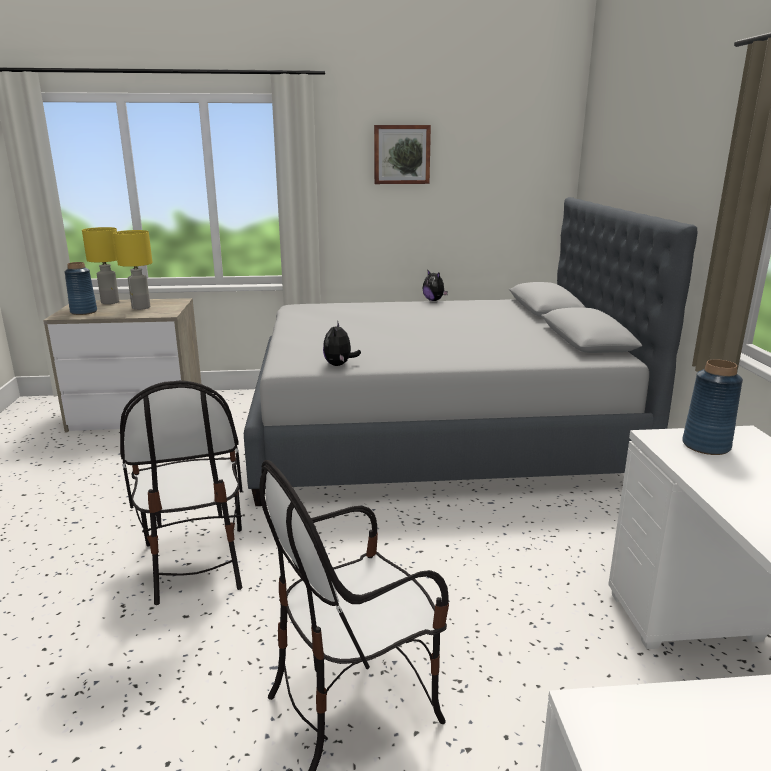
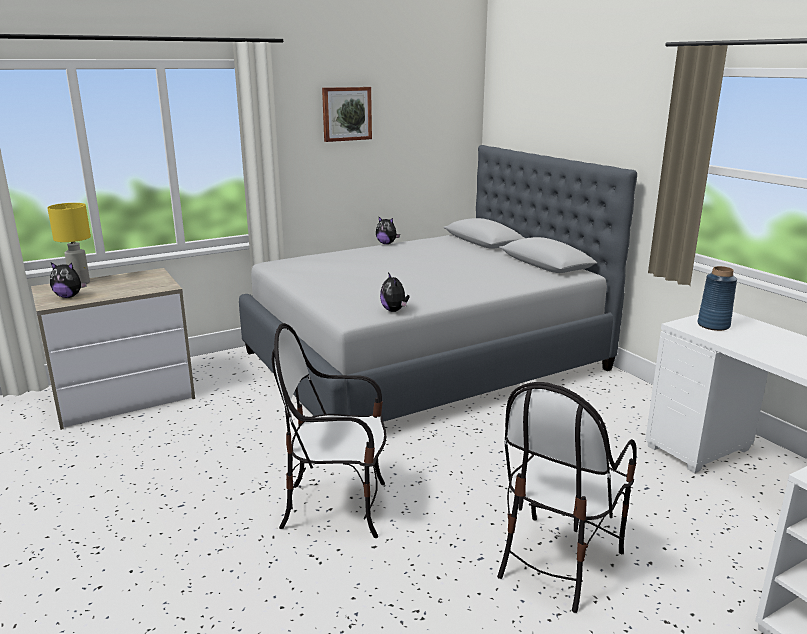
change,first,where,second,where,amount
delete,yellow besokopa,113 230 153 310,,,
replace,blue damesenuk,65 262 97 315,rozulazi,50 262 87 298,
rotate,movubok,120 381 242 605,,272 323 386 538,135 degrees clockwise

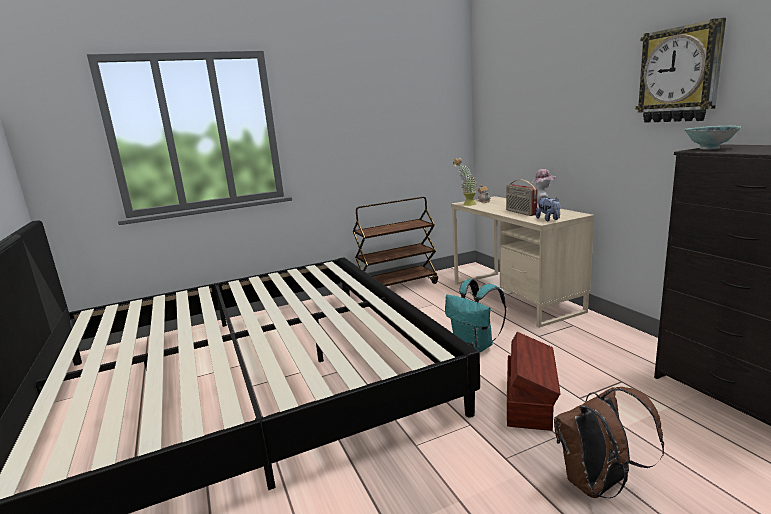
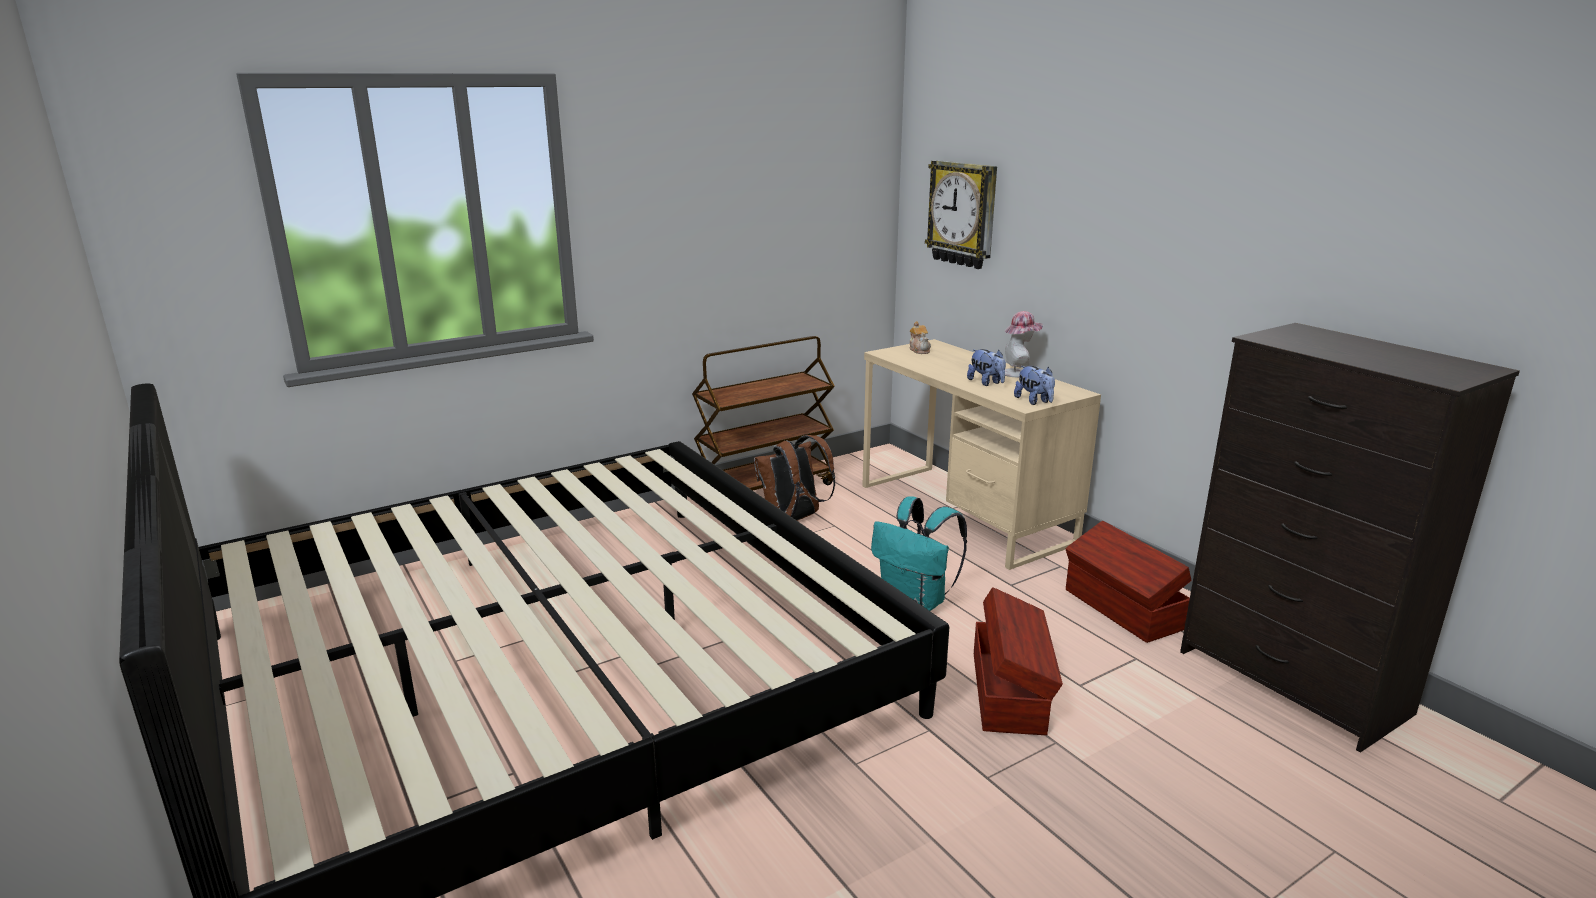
change,first,where,second,where,amount
delete,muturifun,453 158 477 206,,,
delete,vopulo,684 126 741 149,,,
insert,,,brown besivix,1065 521 1191 643,
move,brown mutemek,554 387 664 498,,754 435 835 521,
move,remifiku,636 18 726 123,,925 160 997 269,
replace,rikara,506 179 537 216,rozulazi,967 349 1006 386,

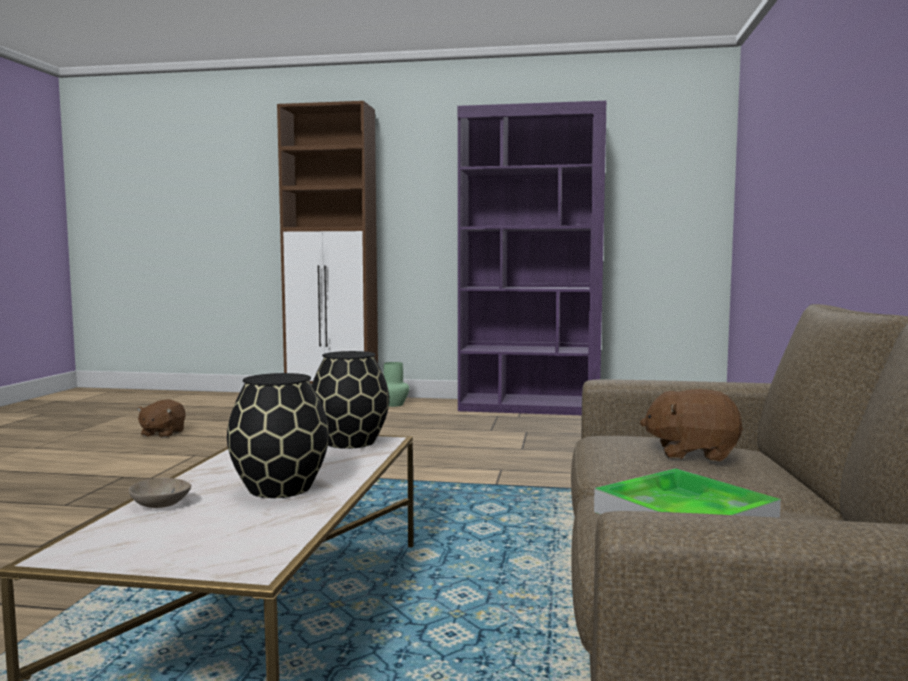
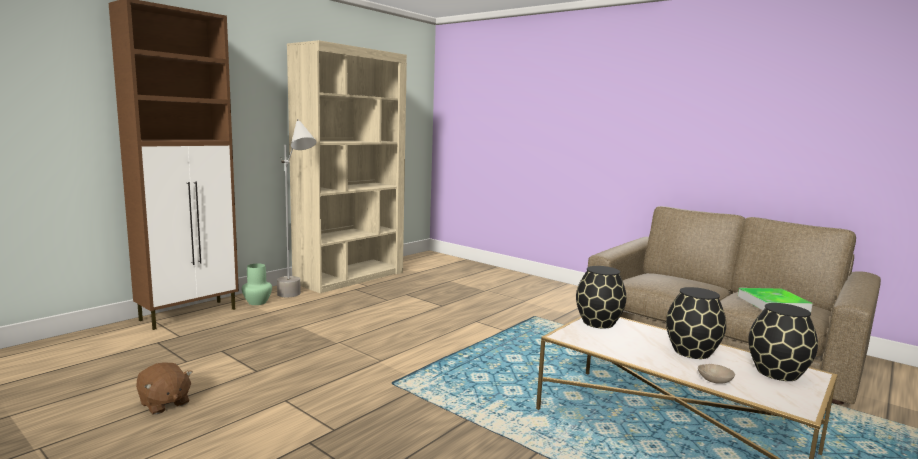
change,first,where,second,where,amount
delete,brown rozulazi,640 389 743 462,,,
insert,,,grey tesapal,277 119 316 297,
insert,,,black damesenuk,748 303 818 381,
recolor,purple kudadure,458 101 607 415,beige kudadure,287 40 407 293,

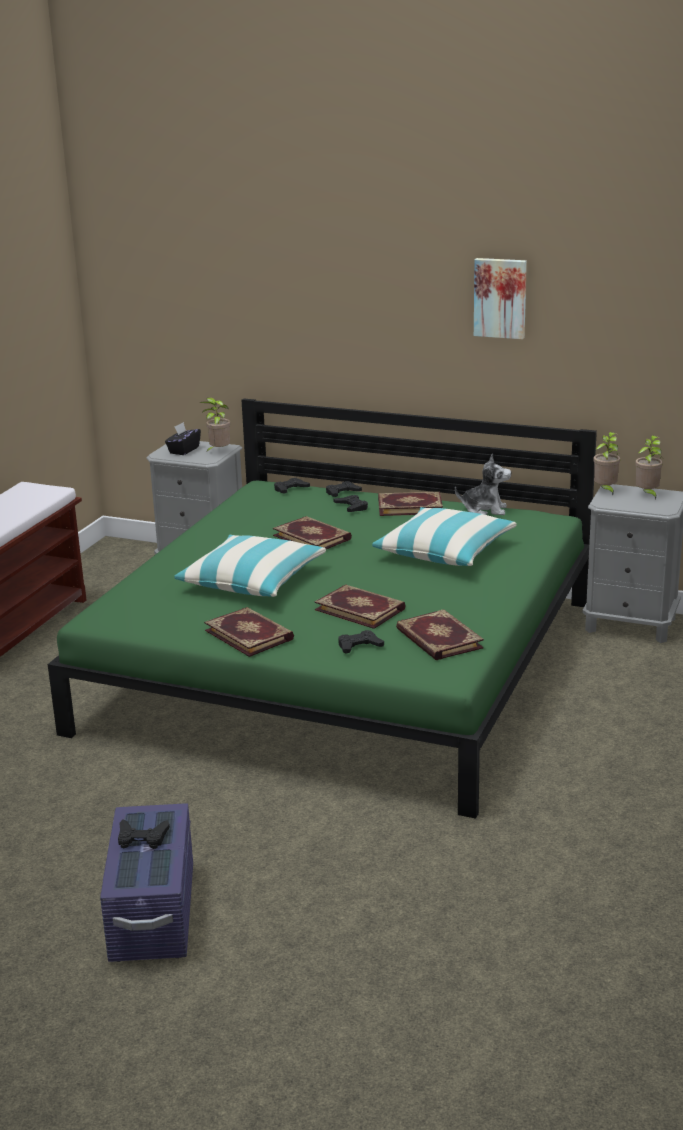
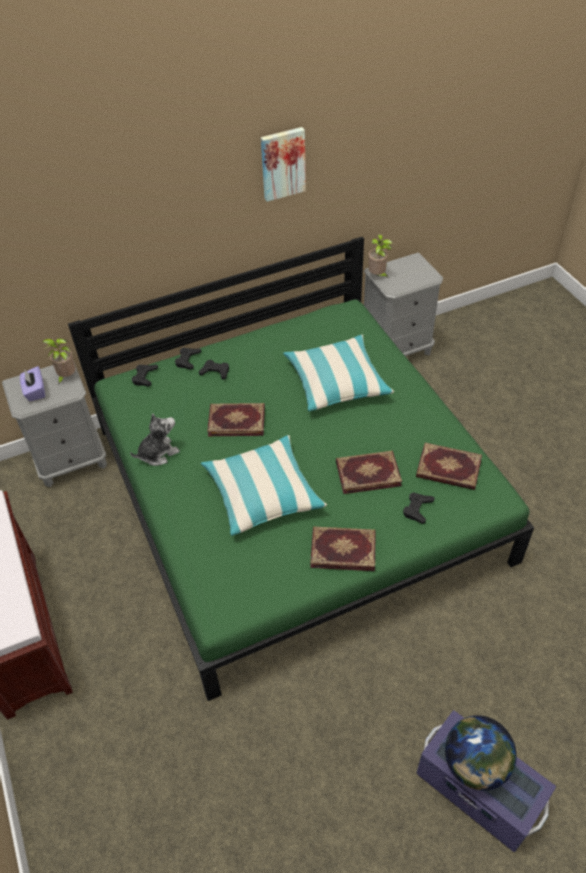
change,first,where,second,where,amount
delete,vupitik,378 492 443 516,,,
delete,muturifun,635 435 663 500,,,
move,rozulazi,455 454 511 515,,130 414 180 466,
replace,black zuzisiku,118 819 170 849,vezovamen,445 715 517 791,
recolor,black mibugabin,165 422 201 455,purple mibugabin,20 366 45 401,

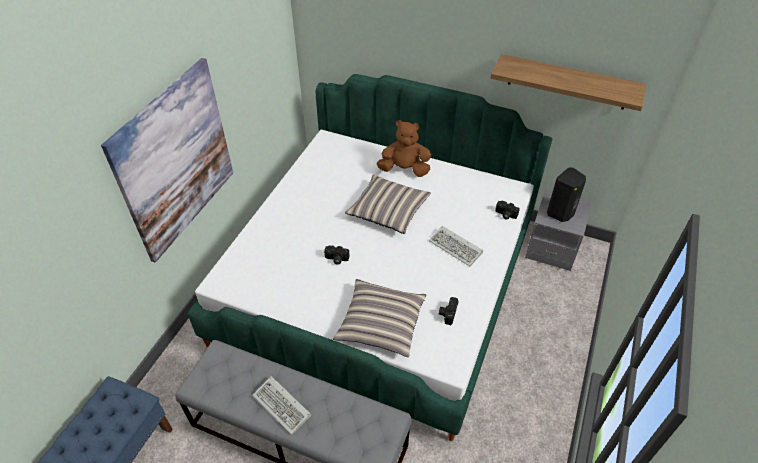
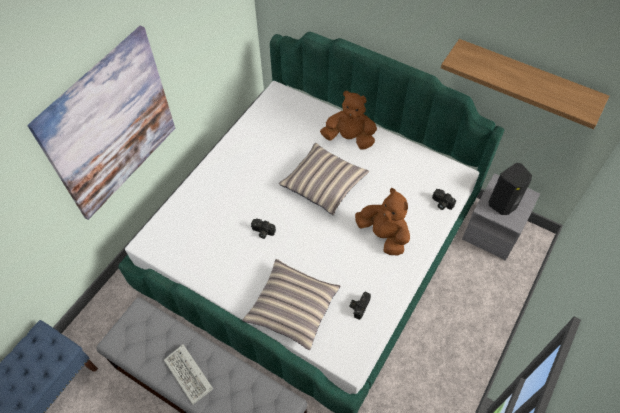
change,first,where,second,where,amount
replace,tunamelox,429 226 483 266,brown rozulazi,355 188 410 256,

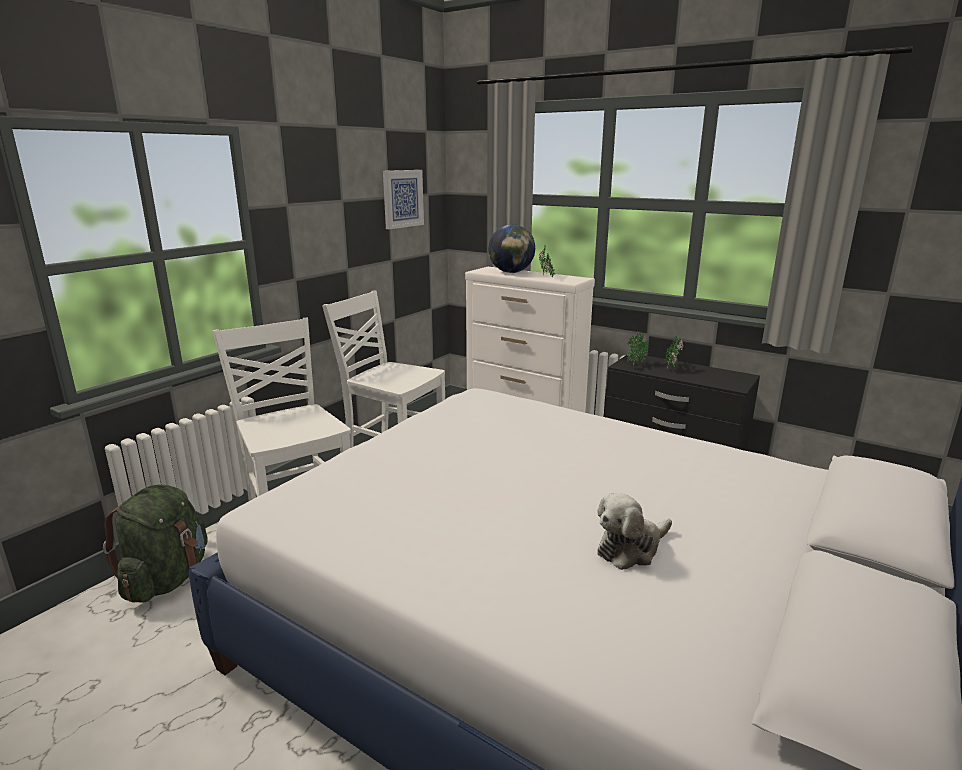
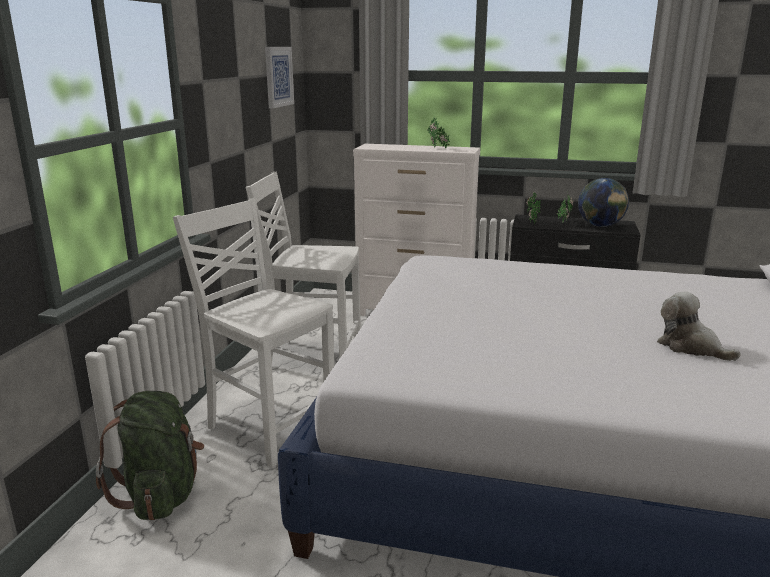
change,first,where,second,where,amount
move,vezovamen,488 224 535 273,,578 178 629 227,
rotate,rozulazi,597 493 672 570,,657 291 741 361,105 degrees clockwise

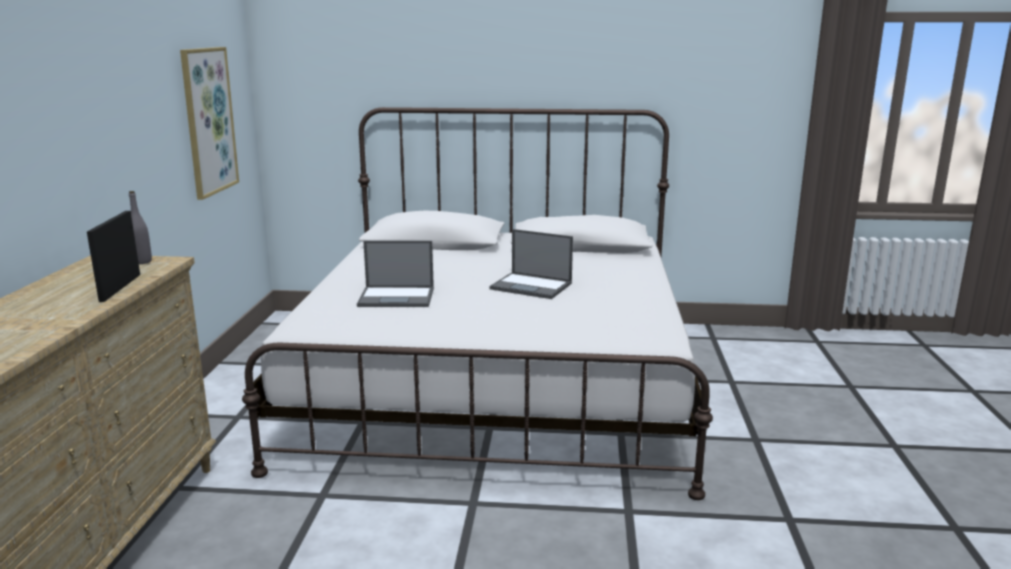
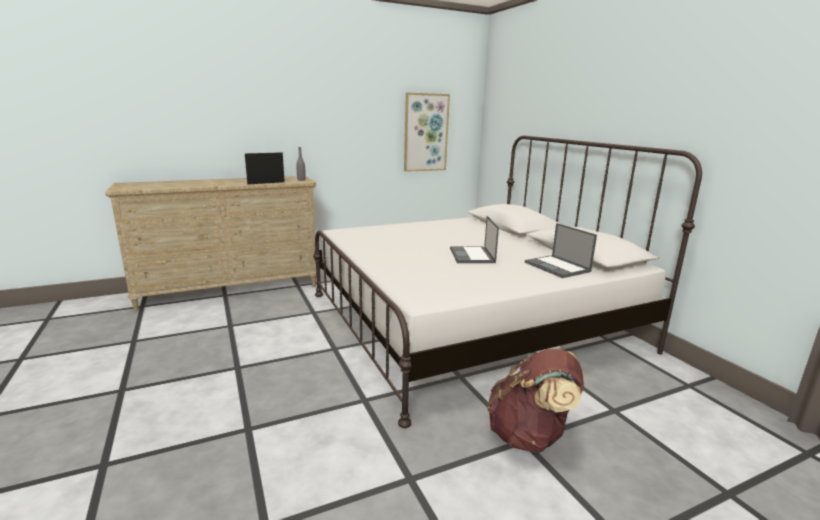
change,first,where,second,where,amount
insert,,,brown mutemek,487 349 584 453,
move,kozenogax,357 241 434 307,,525 223 597 278,

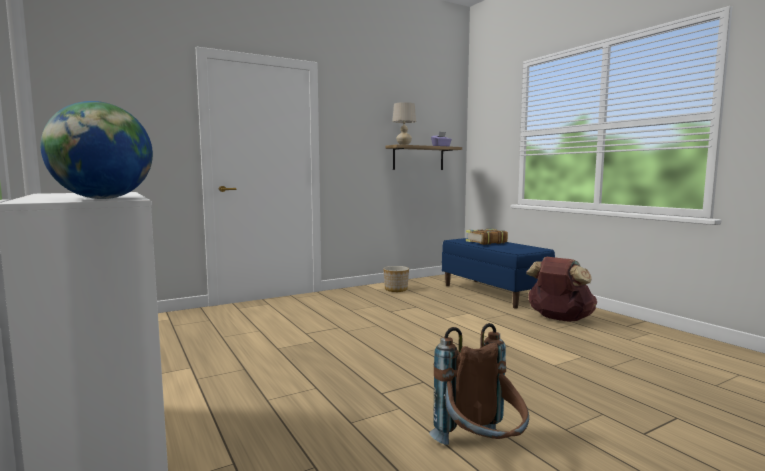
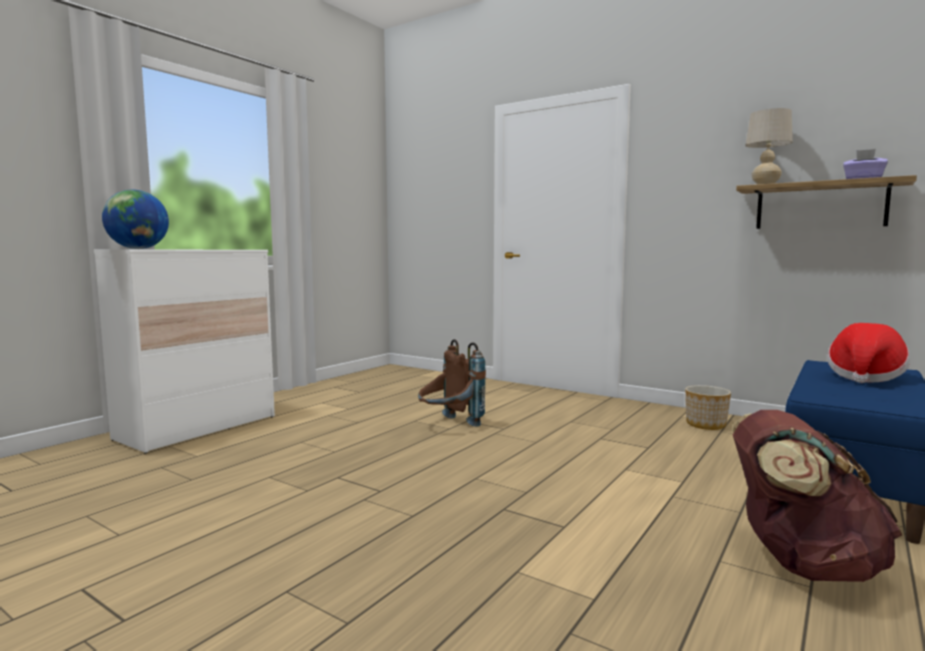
change,first,where,second,where,amount
move,brown mutemek,429 323 529 445,,418 339 486 427,
replace,vupitik,466 229 508 245,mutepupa,827 323 910 383,

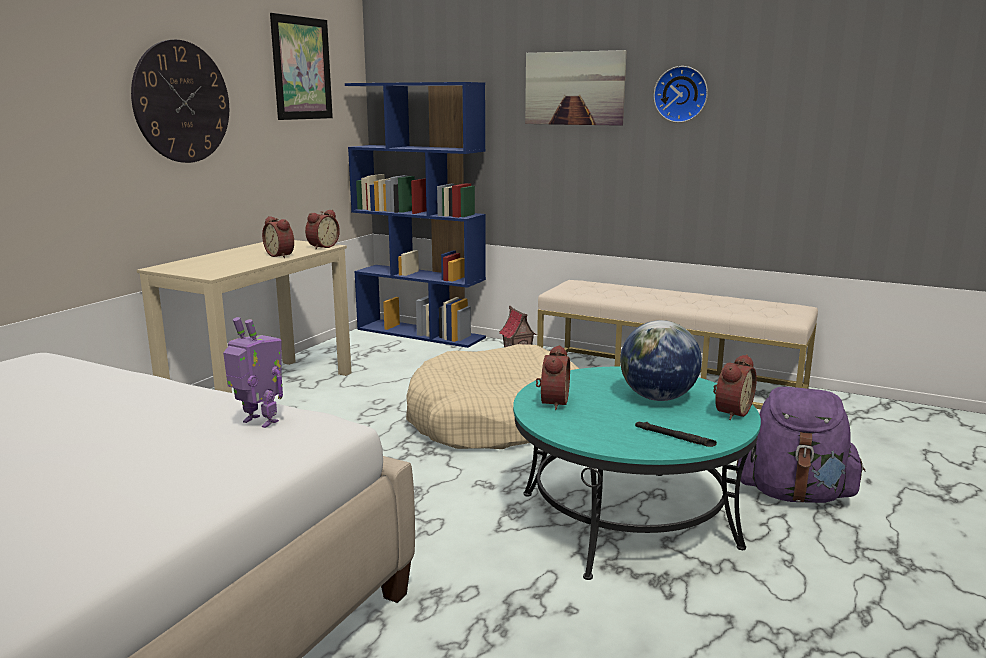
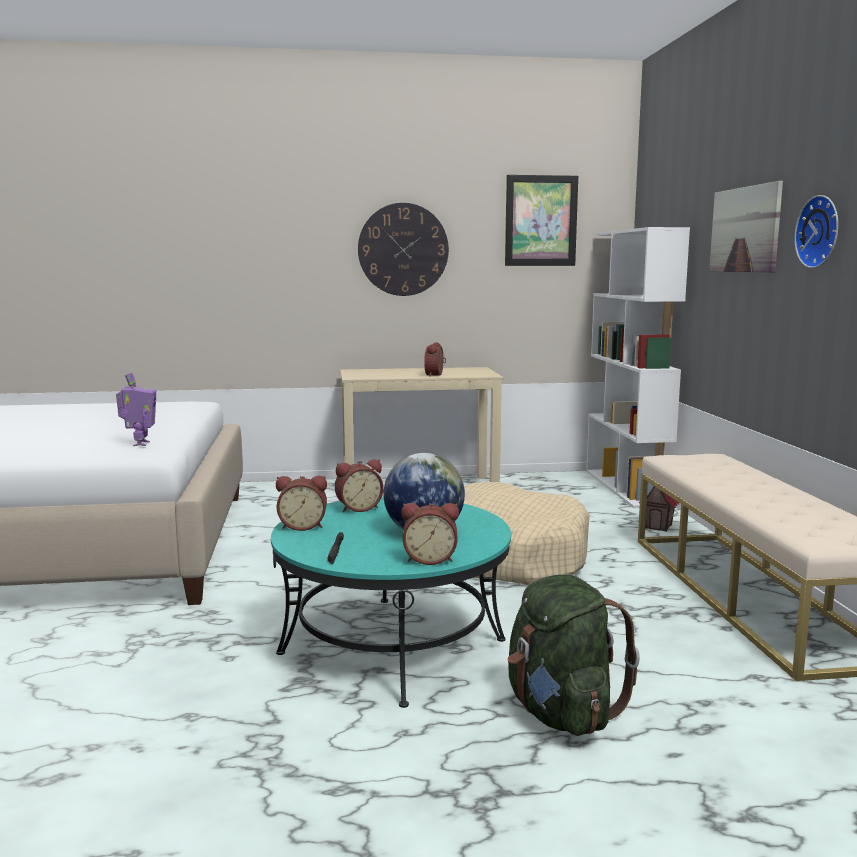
change,first,where,second,where,amount
move,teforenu,305 210 340 249,,276 476 327 531,
recolor,blue kudadure,345 82 486 348,white kudadure,586 227 690 508,
recolor,purple mutemek,736 387 866 503,green mutemek,508 575 640 736,

